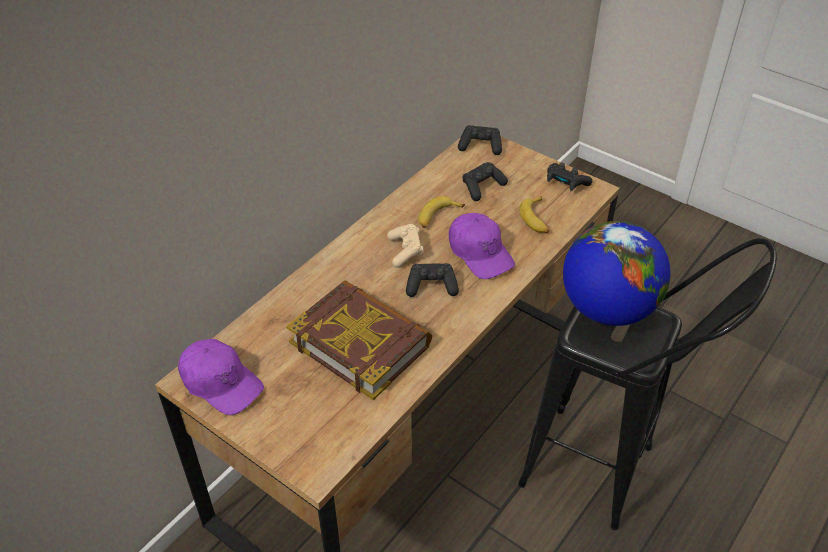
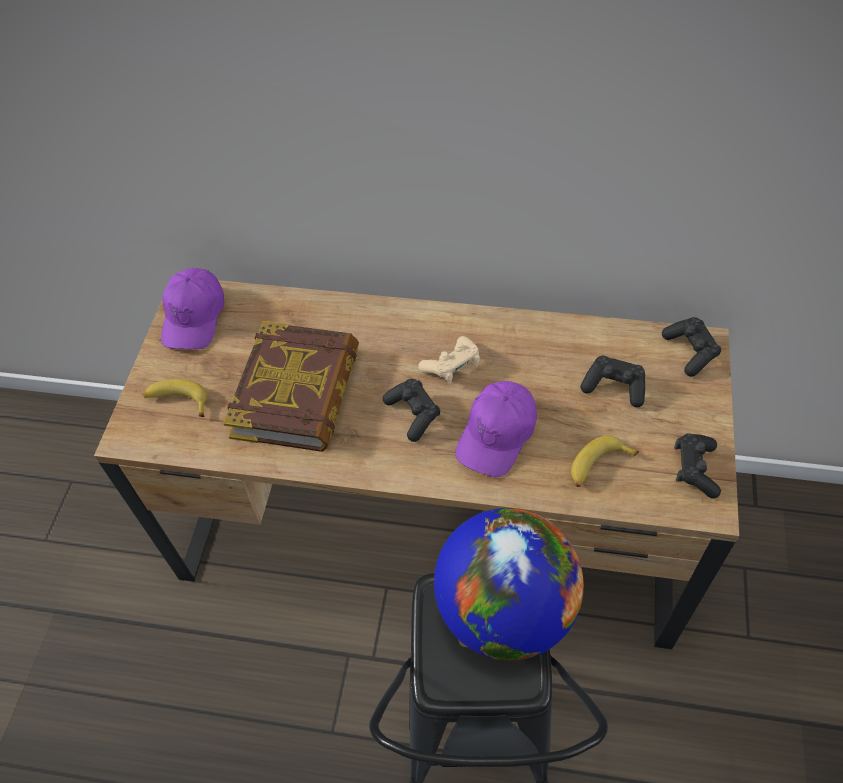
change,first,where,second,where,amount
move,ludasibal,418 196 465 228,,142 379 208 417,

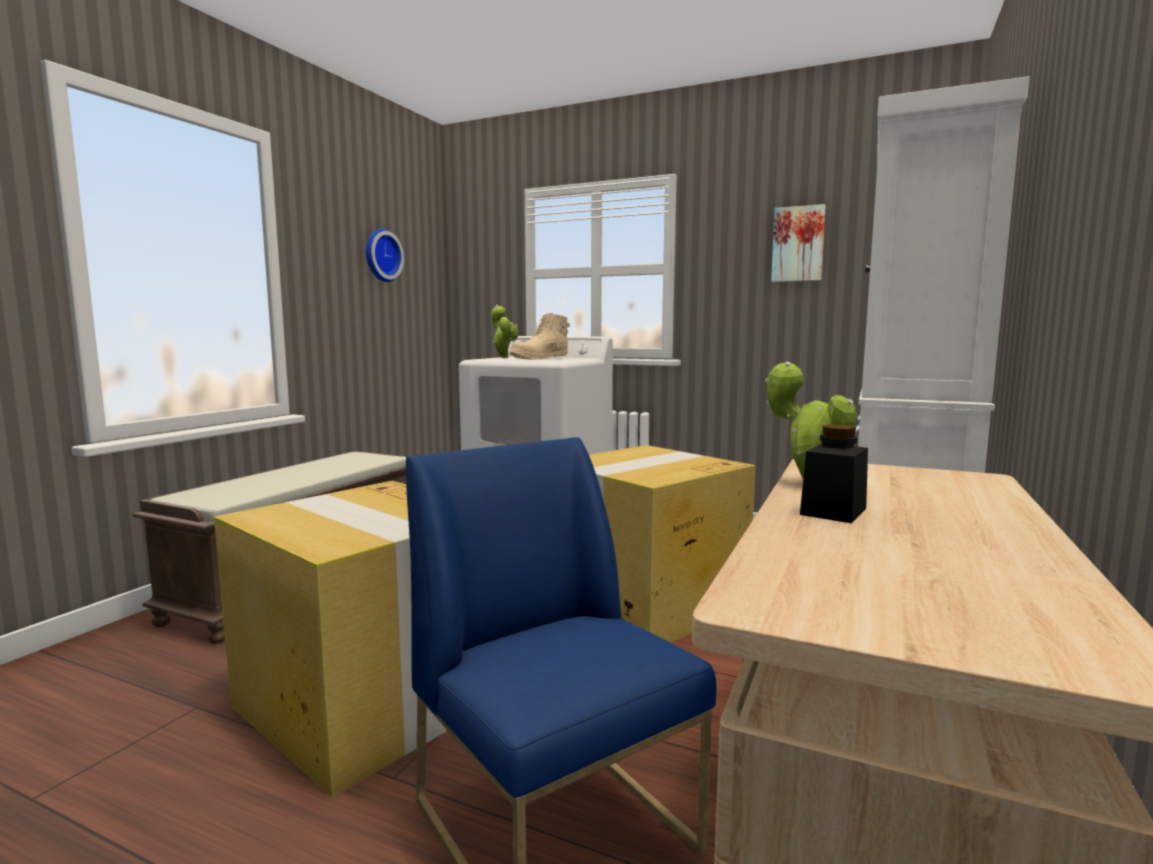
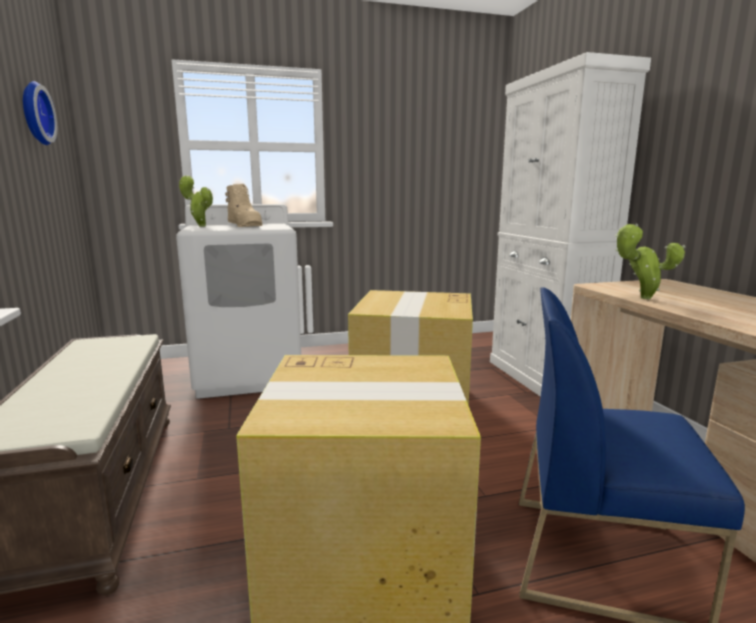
change,first,where,second,where,amount
delete,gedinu,771 204 826 282,,,
delete,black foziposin,800 424 868 523,,,
rotate,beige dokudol,510 313 570 360,,225 184 263 227,45 degrees counterclockwise

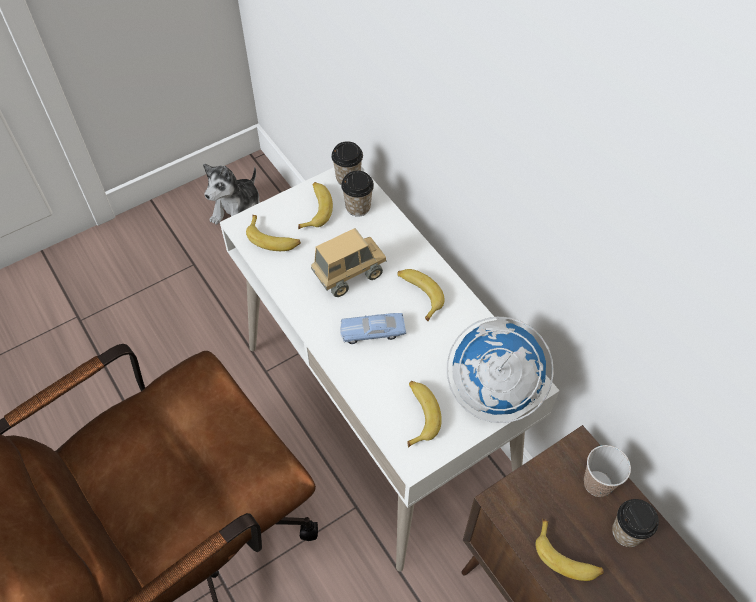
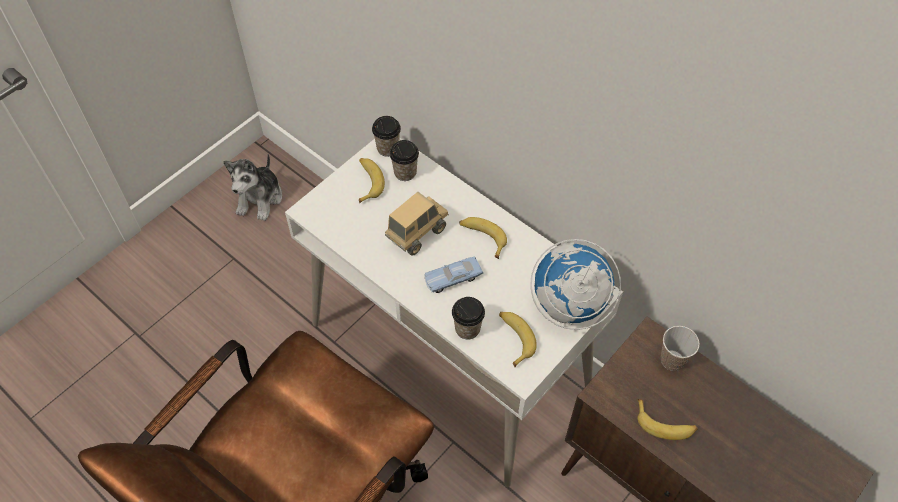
change,first,where,second,where,amount
delete,ludasibal,246 215 301 251,,,
move,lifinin,612 499 659 547,,452 297 485 340,

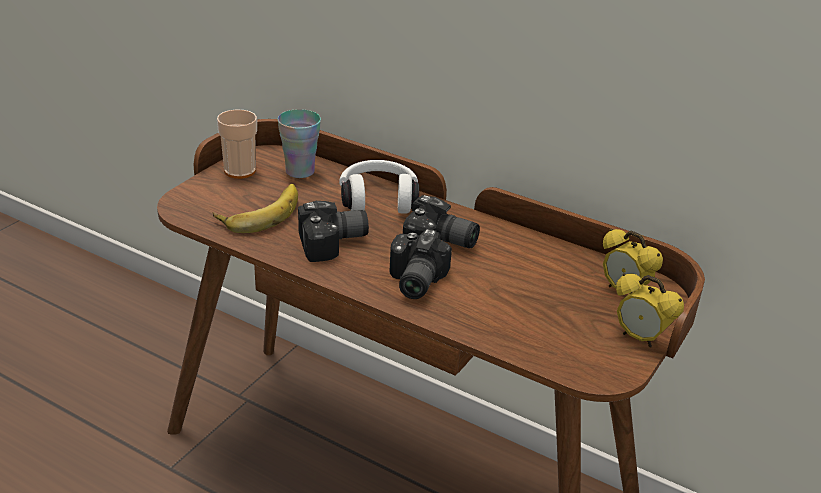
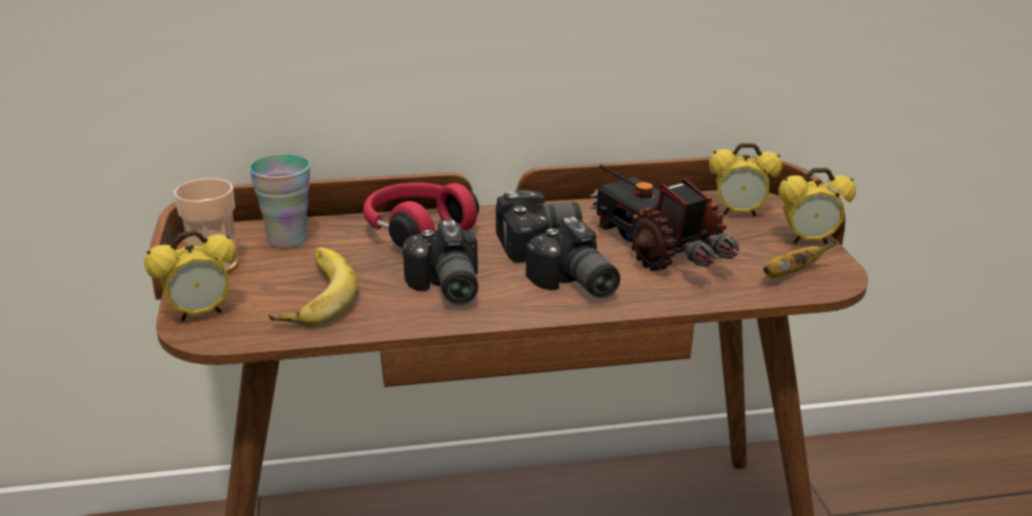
change,first,where,second,where,amount
insert,,,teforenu,144 230 237 322,
insert,,,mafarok,589 165 740 271,
insert,,,ludasibal,763 241 837 278,
recolor,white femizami,339 160 419 214,red femizami,363 183 479 248,
rotate,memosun,298 201 369 262,,403 220 478 305,135 degrees clockwise

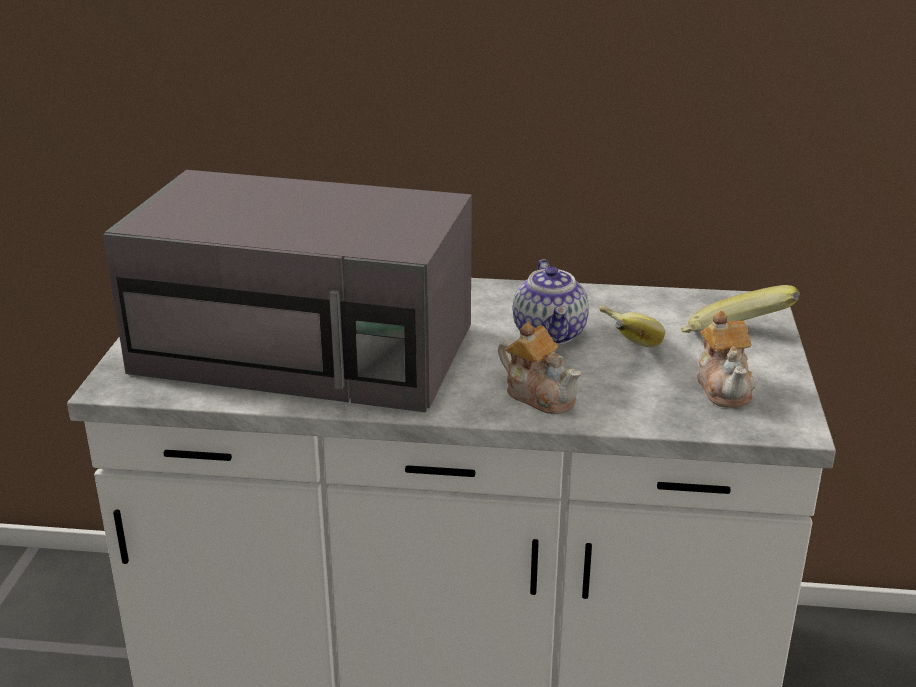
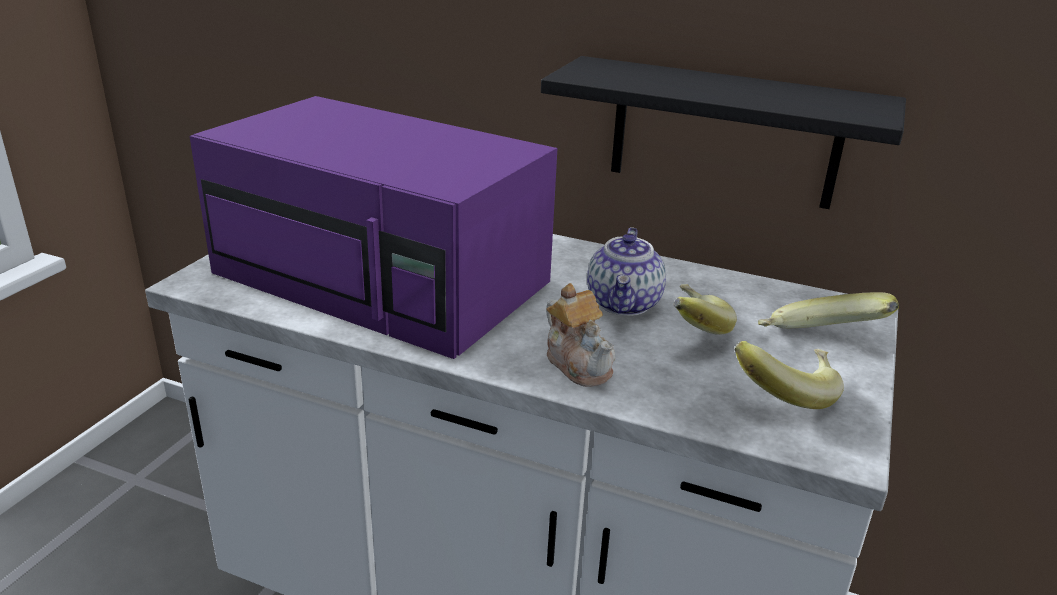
change,first,where,second,where,amount
insert,,,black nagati,541 56 906 209,
replace,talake,697 311 755 408,ludasibal,734 341 844 409,
recolor,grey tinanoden,103 170 472 412,purple tinanoden,189 96 557 359,

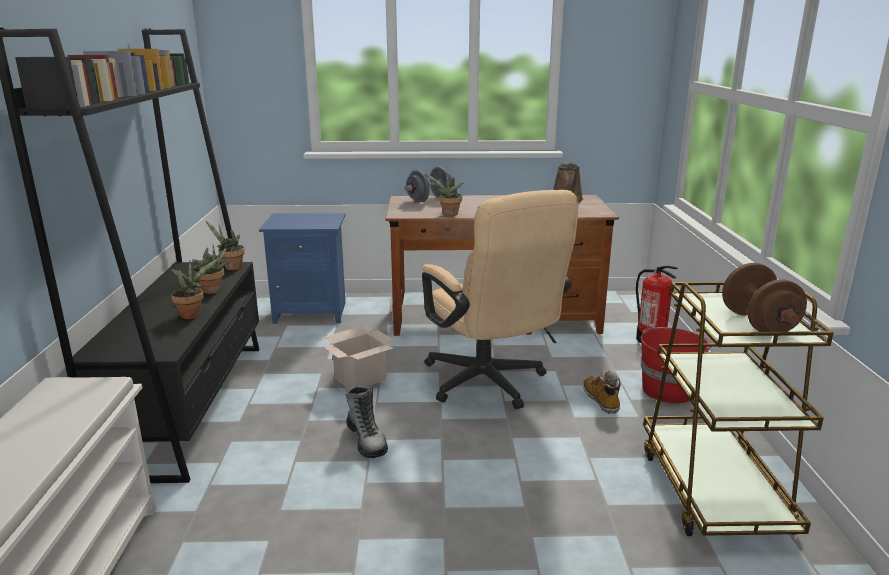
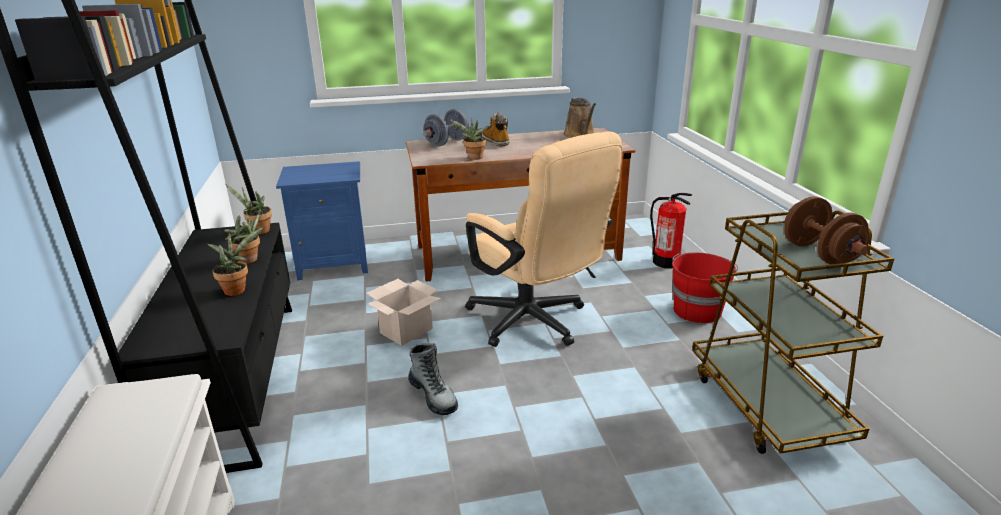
change,first,where,second,where,amount
move,dokudol,583 370 620 414,,482 112 509 146,

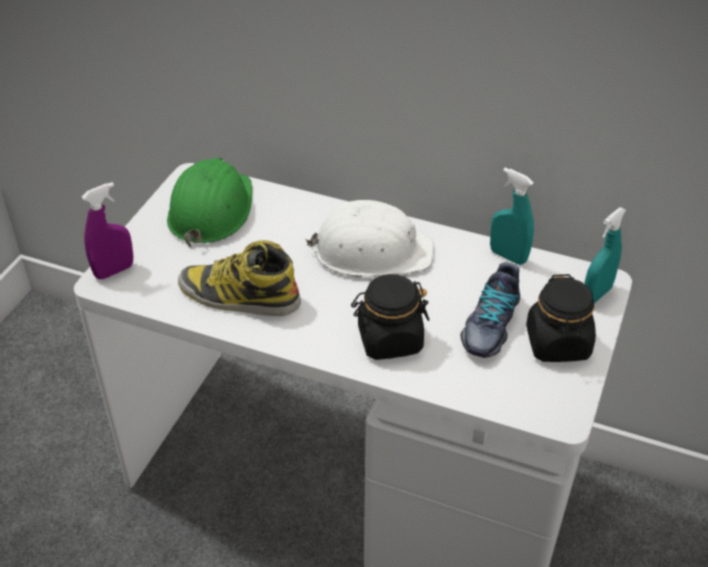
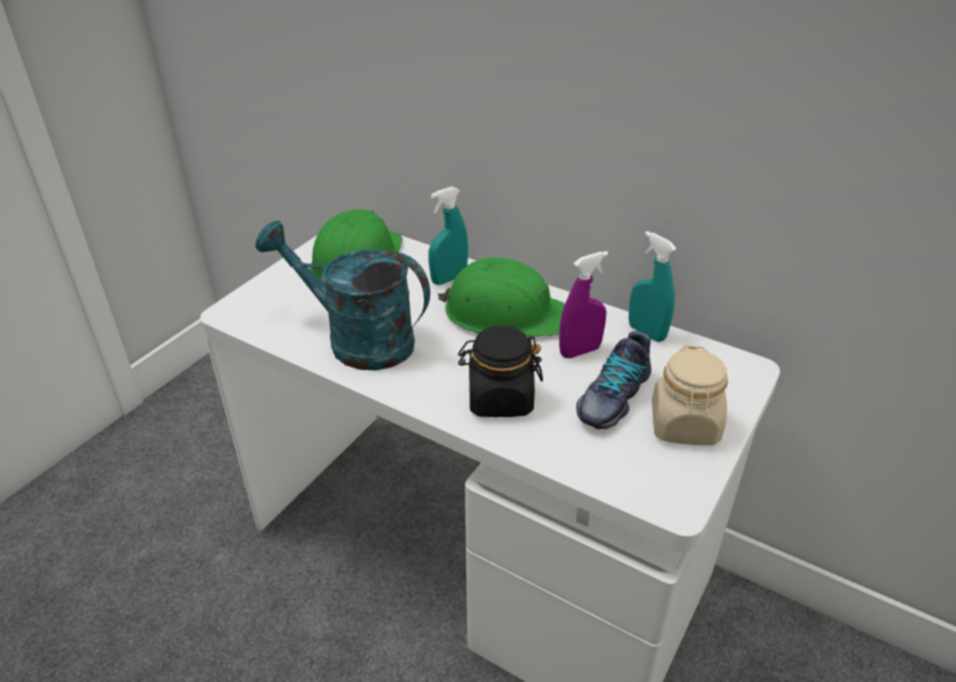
change,first,where,second,where,amount
move,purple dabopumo,82 182 133 279,,559 251 608 358,
move,turquoise dabopumo,584 207 626 303,,428 186 468 285,
replace,dokudol,178 240 301 316,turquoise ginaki,255 221 430 370,
recolor,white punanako,306 200 434 277,green punanako,438 257 565 337,
recolor,black foziposin,526 274 596 362,beige foziposin,652 346 728 445,

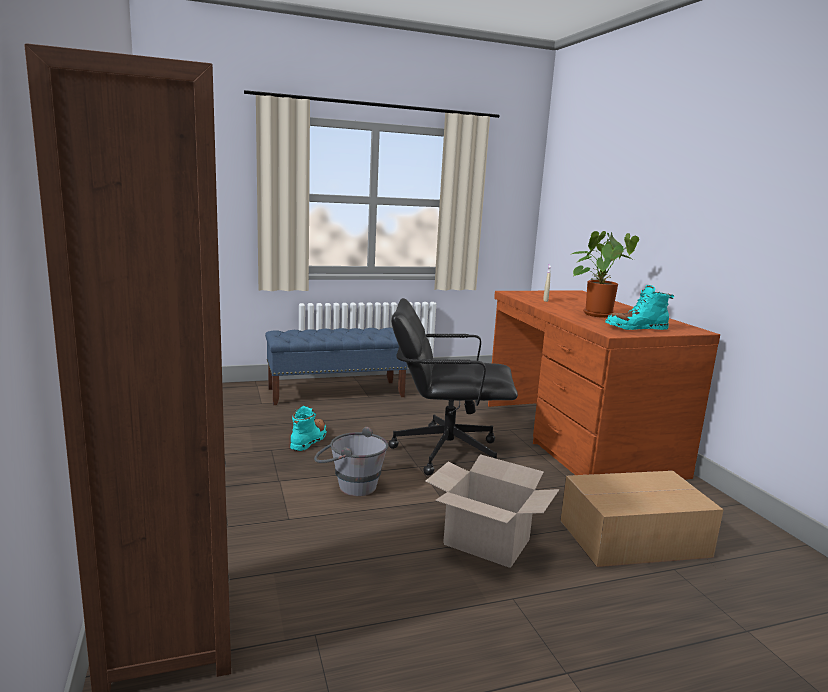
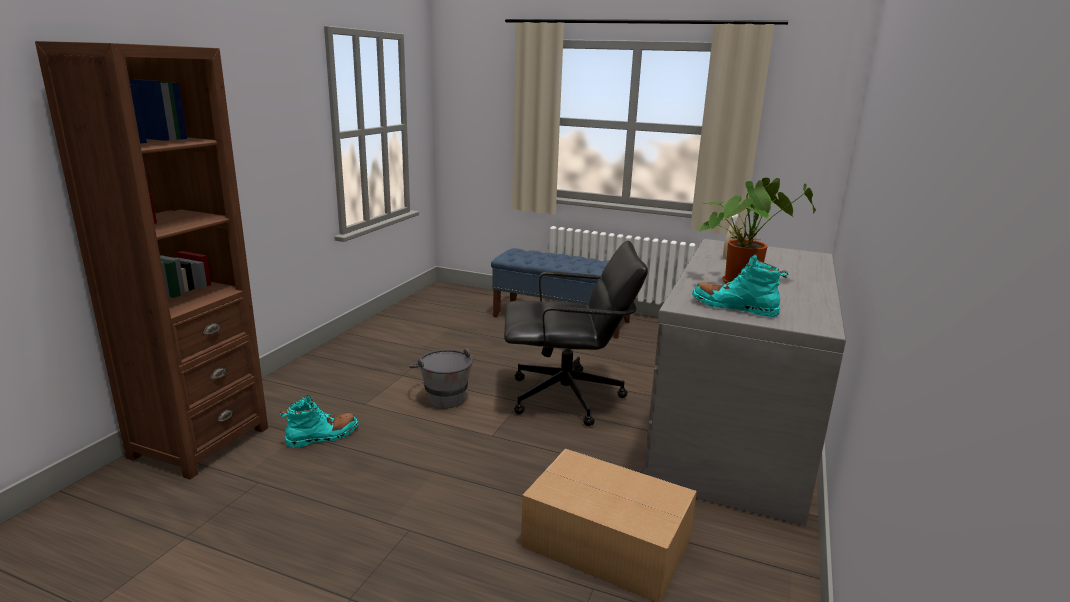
change,first,where,second,where,amount
delete,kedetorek,426 454 559 568,,,
move,turquoise dokudol,290 406 327 451,,280 395 358 448,
recolor,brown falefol,488 290 720 480,grey falefol,644 239 846 526,
rotate,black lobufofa,388 298 518 475,,504 240 648 426,135 degrees clockwise

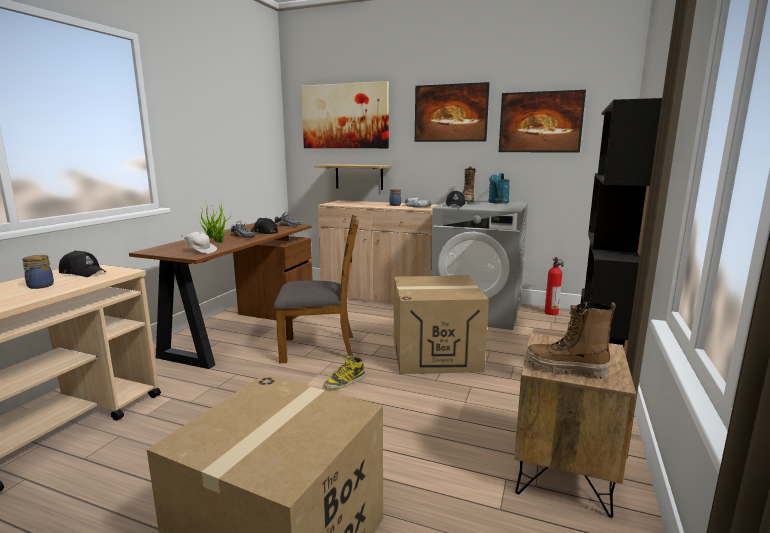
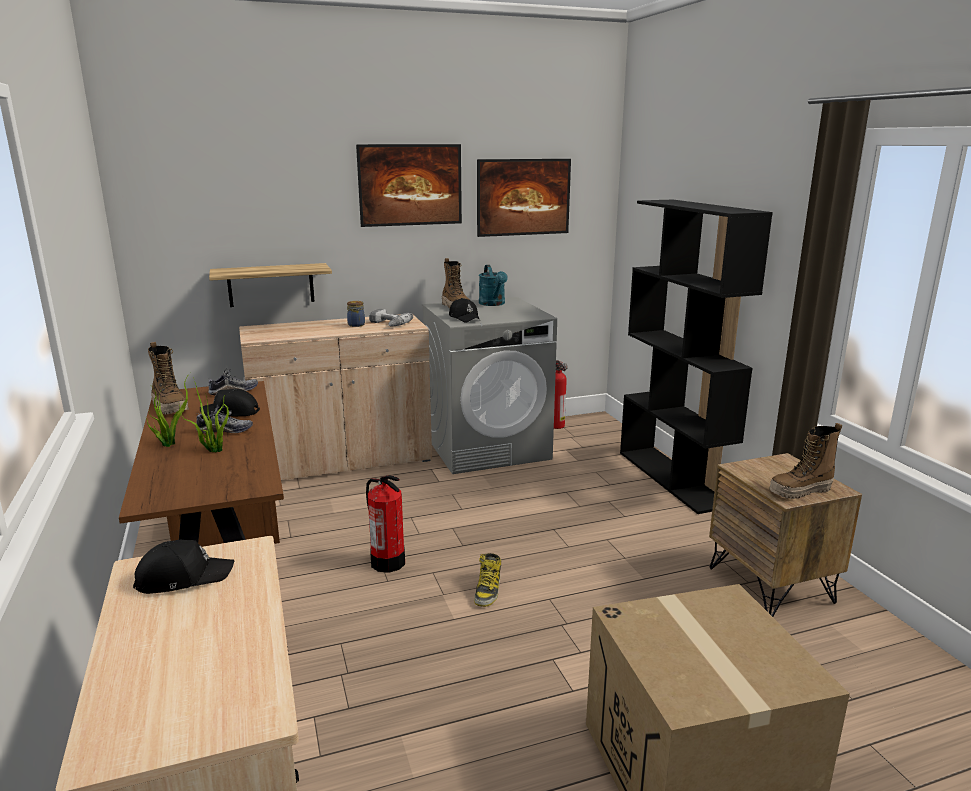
change,first,where,second,where,amount
delete,foziposin,22 255 54 289,,,
delete,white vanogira,181 232 217 254,,,
delete,gedinu,301 81 389 148,,,
delete,kedetorek,394 276 489 374,,,
insert,,,dokudol,148 342 189 415,
replace,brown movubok,274 215 359 363,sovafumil,366 475 405 573,

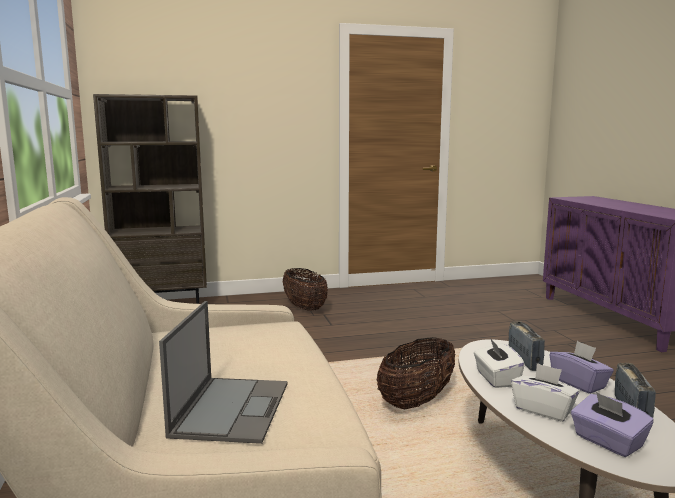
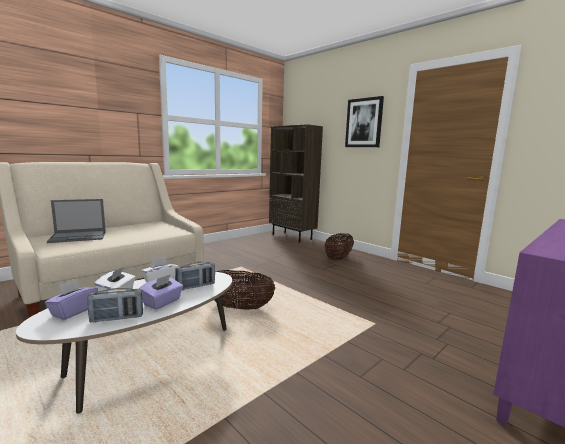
change,first,where,second,where,amount
insert,,,gedinu,345 96 384 147,

